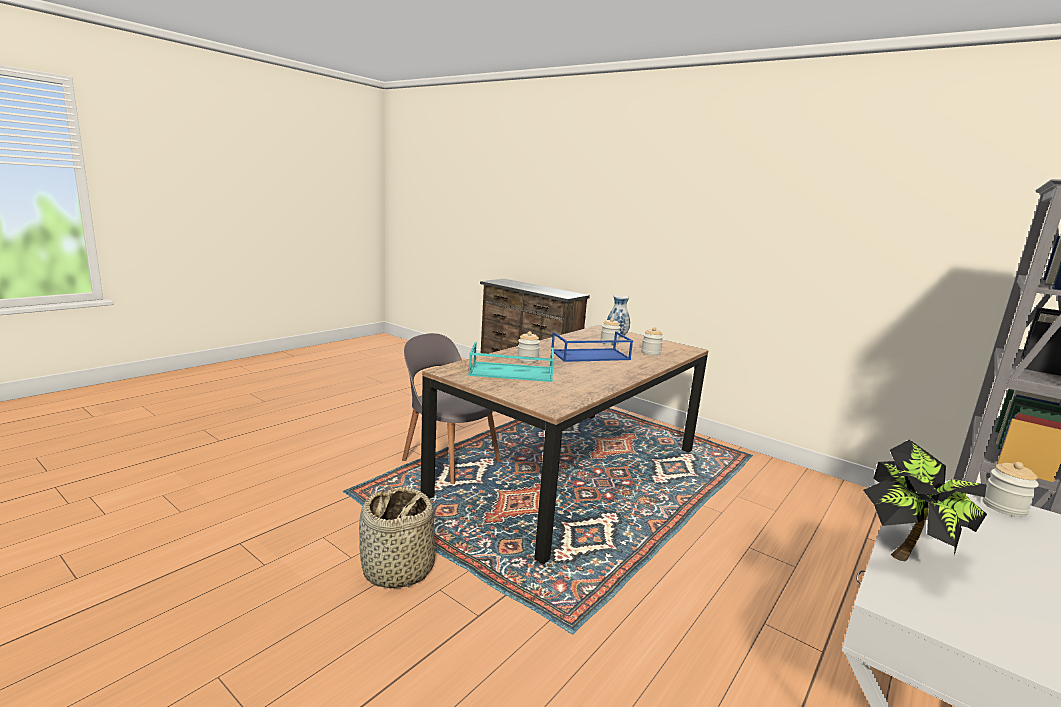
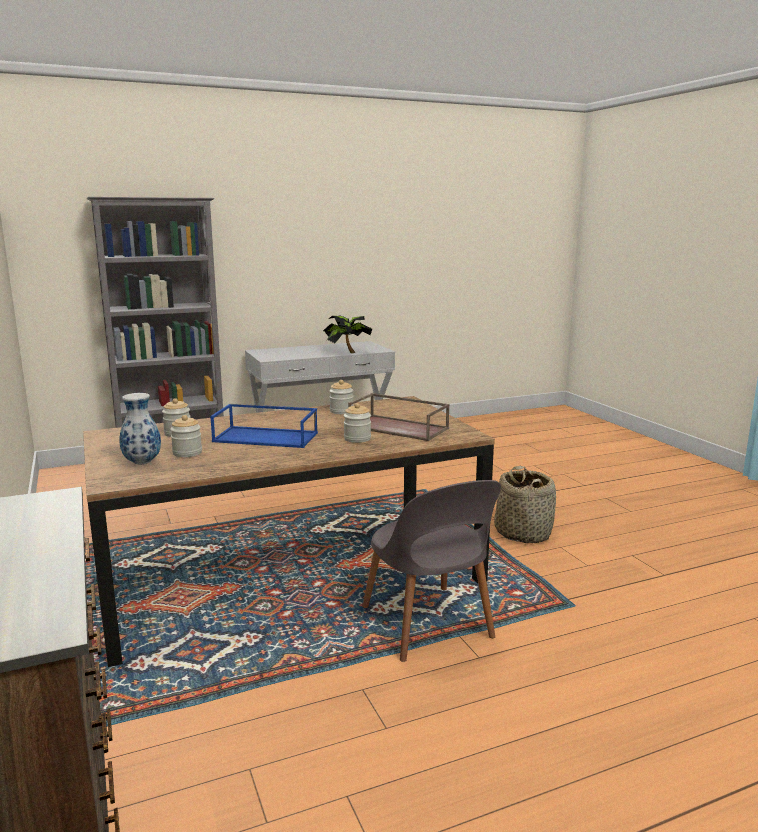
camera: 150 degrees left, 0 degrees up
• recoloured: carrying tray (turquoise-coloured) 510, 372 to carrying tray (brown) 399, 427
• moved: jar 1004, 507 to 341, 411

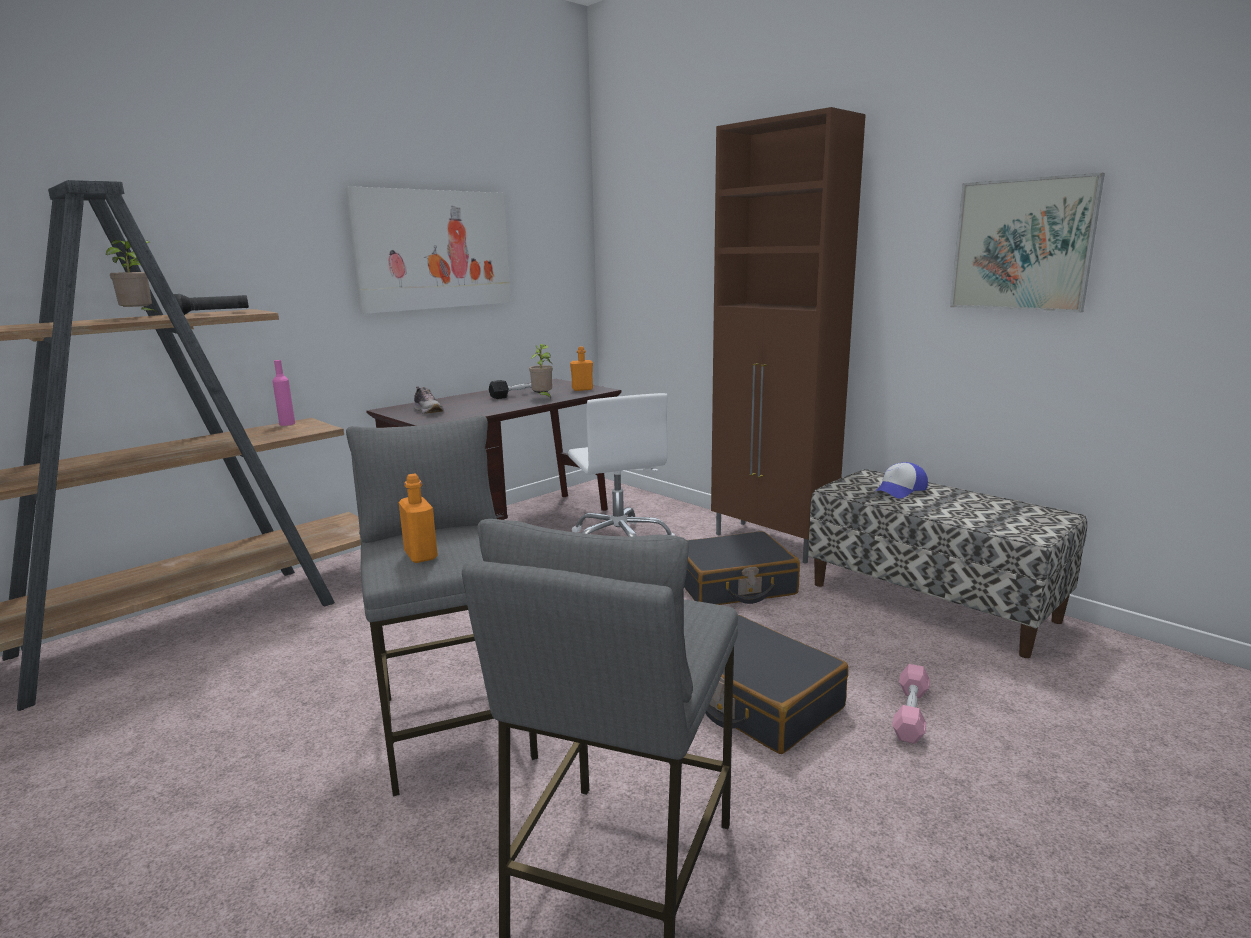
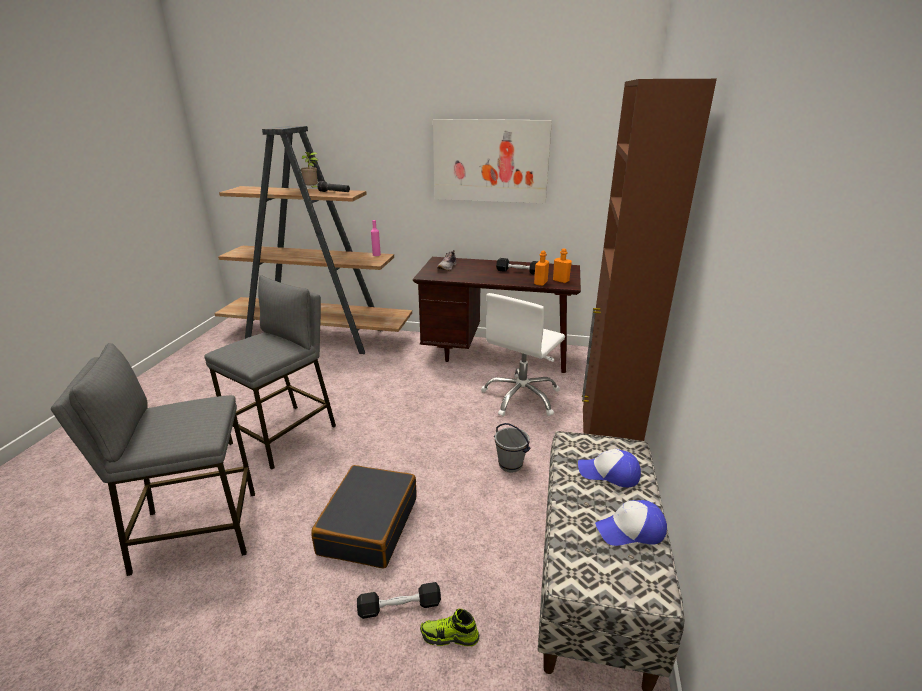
camera: 55 degrees right, 10 degrees up
• moved: drink bottle (orange-coloured) 421, 555 to 540, 283
• removed: potted plant 543, 398
• replaced: travel case (blackish) 733, 585 to water bucket (grey) 510, 465
• recoloured: hand weight (pink-coloured) 910, 713 to hand weight (blackish) 399, 607
• removed: picture 1022, 245
• added: shoe 449, 636
• added: baseball cap 631, 530

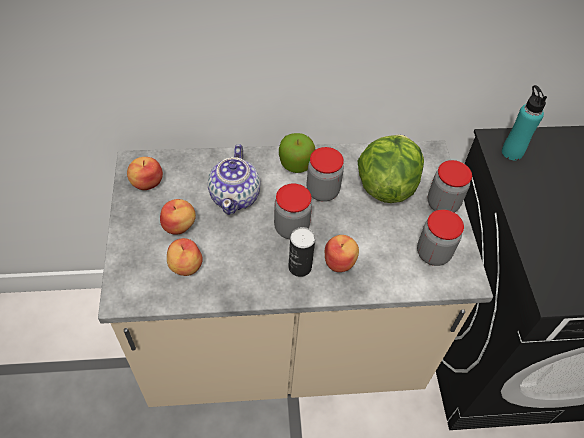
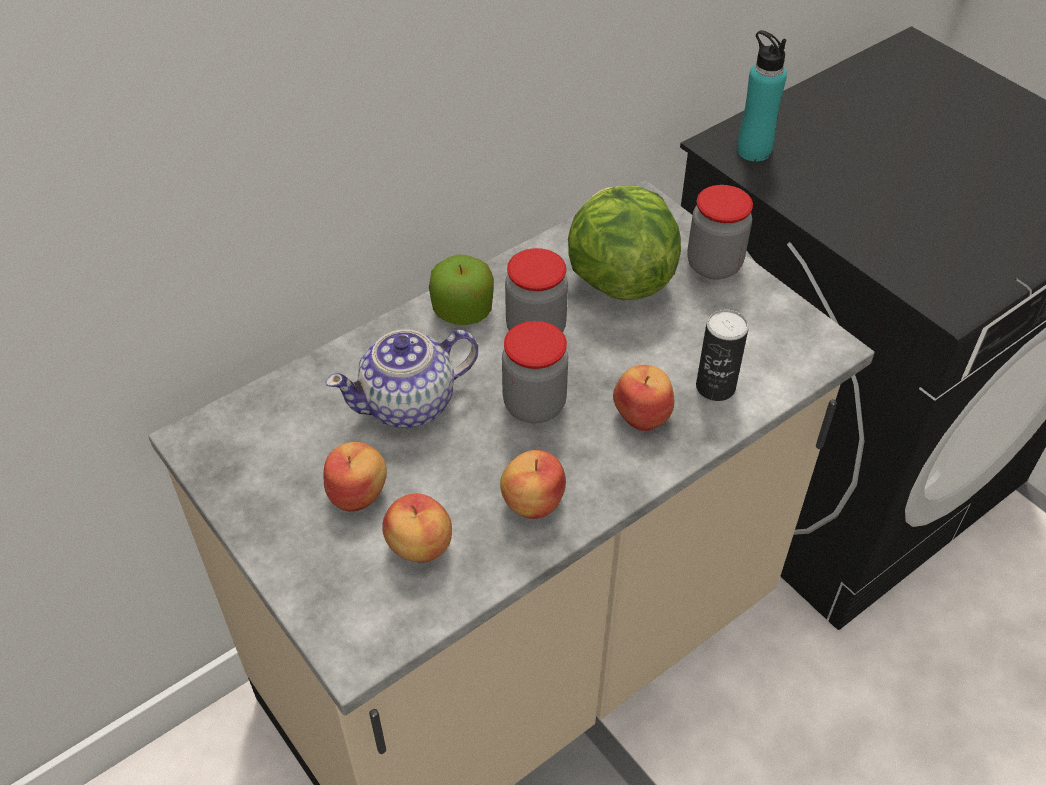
camera: 30 degrees left, 5 degrees down
• moved: apple fruit 147, 182 to 532, 501
• turned: tea pot 235, 196 = 410, 403 90 degrees clockwise
• moved: sealed can 300, 267 to 715, 387
• removed: jar 433, 253

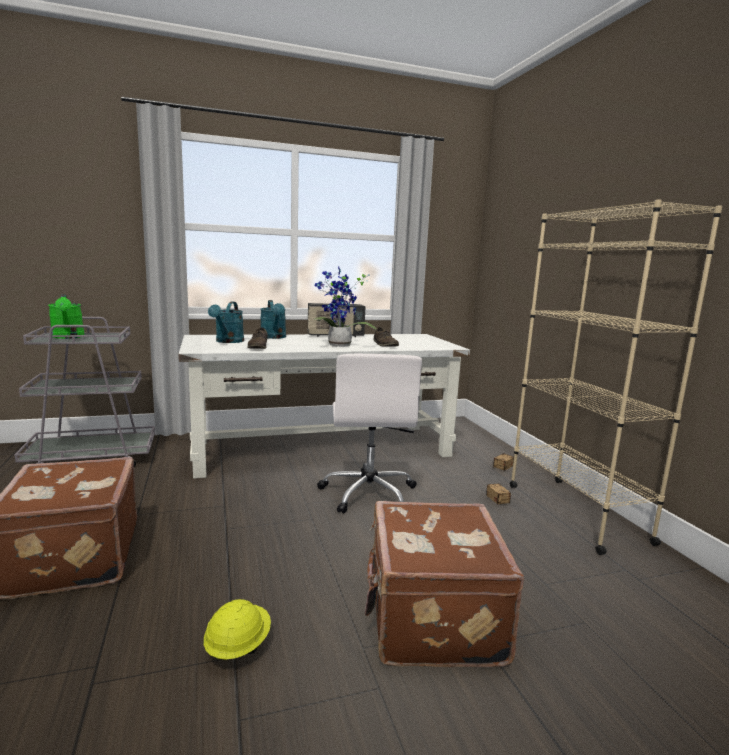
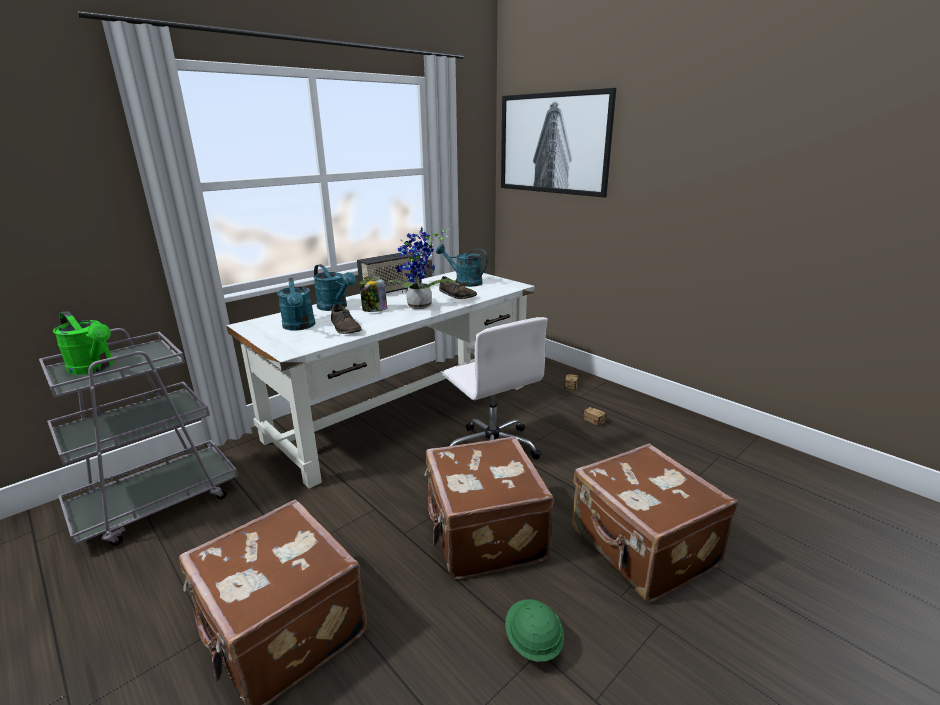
camera: 25 degrees left, 10 degrees up
• recoloured: safety helmet (yellow) 237, 646 to safety helmet (green-coloured) 533, 641
• removed: bookcase (beige-coloured) 575, 512
• added: jar 374, 310
• added: travel case (brown) 483, 534
• added: watering pot (turquoise-coloured) 464, 282
• added: picture 552, 143

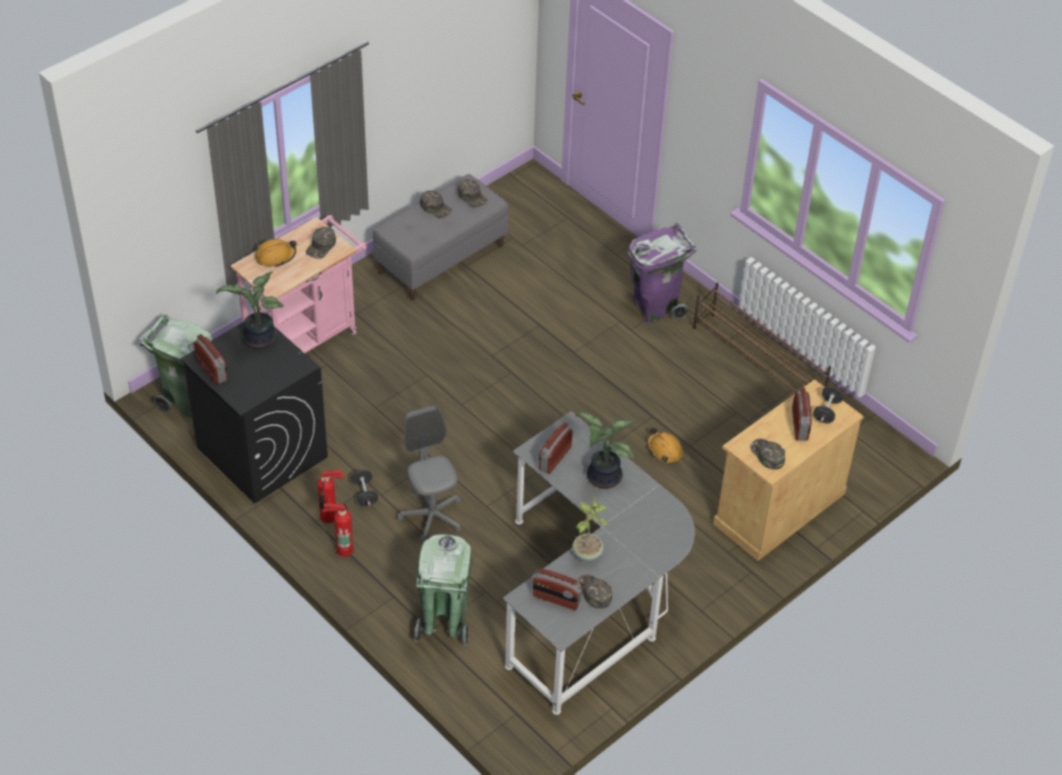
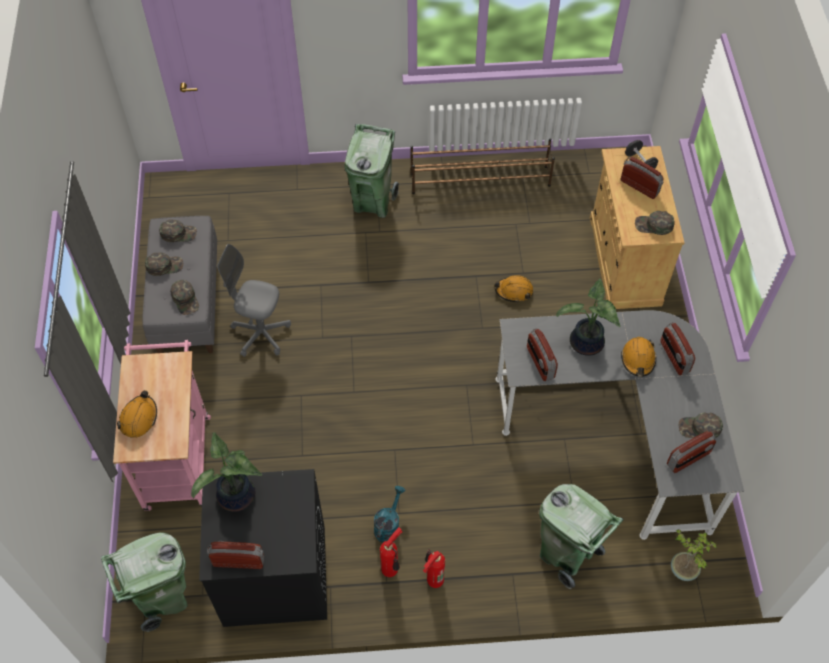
camera: 50 degrees left, 10 degrees up
• moved: baseball cap (green-coloured) 321, 246 to 185, 299
• replaced: hand weight (blackish) 364, 494 to watering pot (turquoise-coloured) 388, 525
• moved: computer chair (grey) 431, 517 to 261, 334
• moved: potted plant 588, 553 to 684, 569
• recoloured: waste bin (purple) 655, 308 to waste bin (green-coloured) 372, 202
• added: safety helmet (orange-coloured) 638, 359
• added: radio set 674, 357

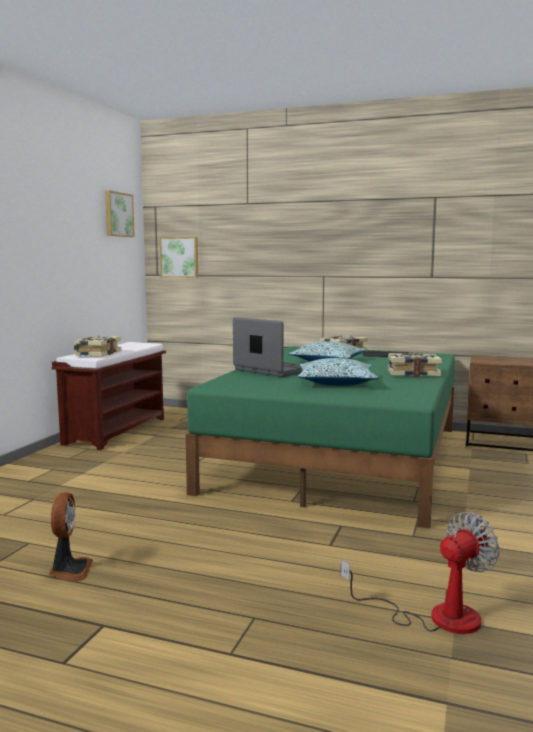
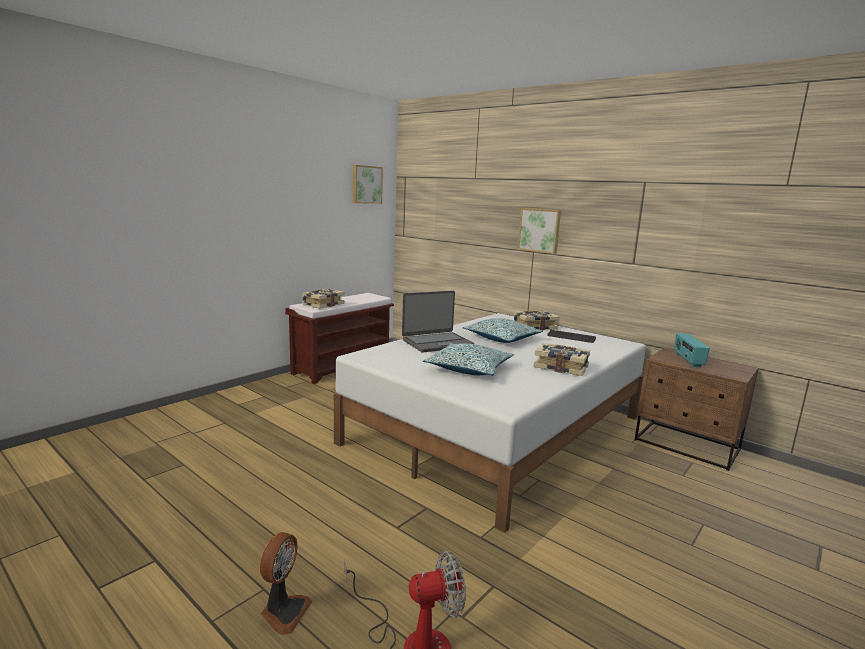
camera: 20 degrees right, 5 degrees up
• moved: cooling fan 69, 570 to 283, 612
• moved: picture 180, 257 to 539, 230
• recoloured: bed (green-coloured) 341, 458 to bed (white-coloured) 498, 430
• turned: laptop 272, 370 = 437, 343 90 degrees clockwise
• added: radio set 687, 360

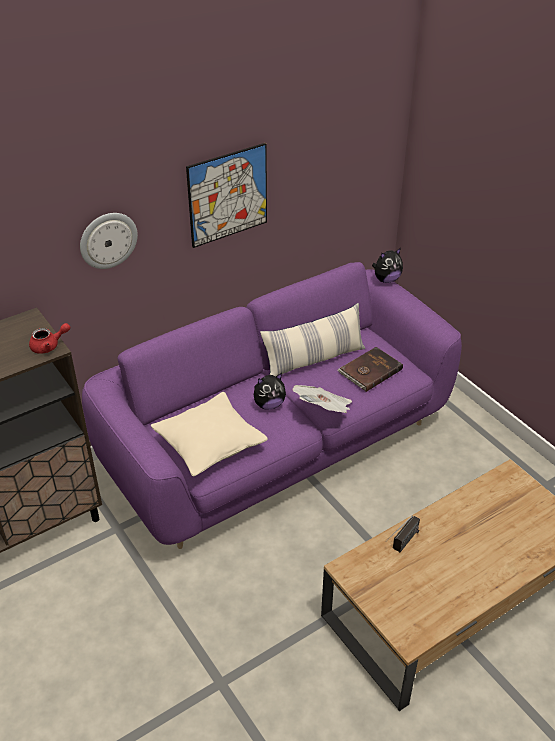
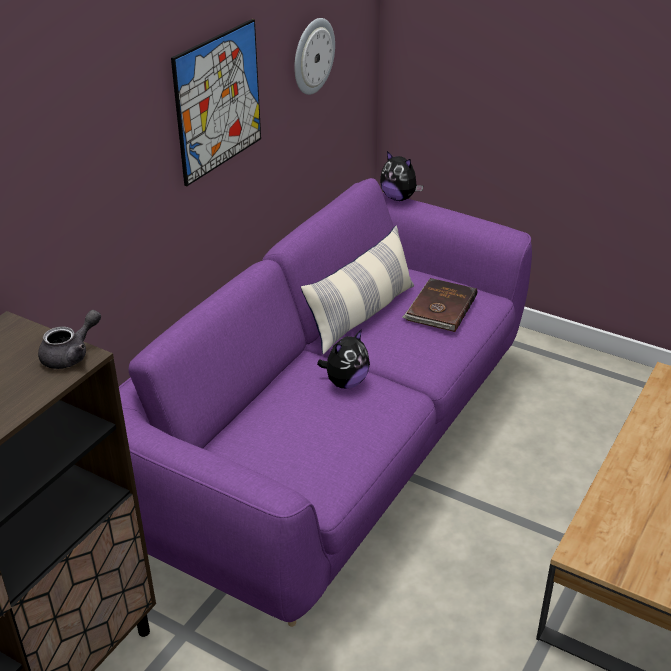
camera: 25 degrees left, 5 degrees down
• recoloured: tea pot (reddish) 49, 346 to tea pot (grey) 71, 355
• moved: clock on the wall 108, 240 to 312, 56
• removed: throw pillow (beige-coloured) 210, 443
• removed: printed paper 324, 410
• turned: cuddly toy 386, 280 = 399, 198 90 degrees clockwise
• removed: radio set 401, 546

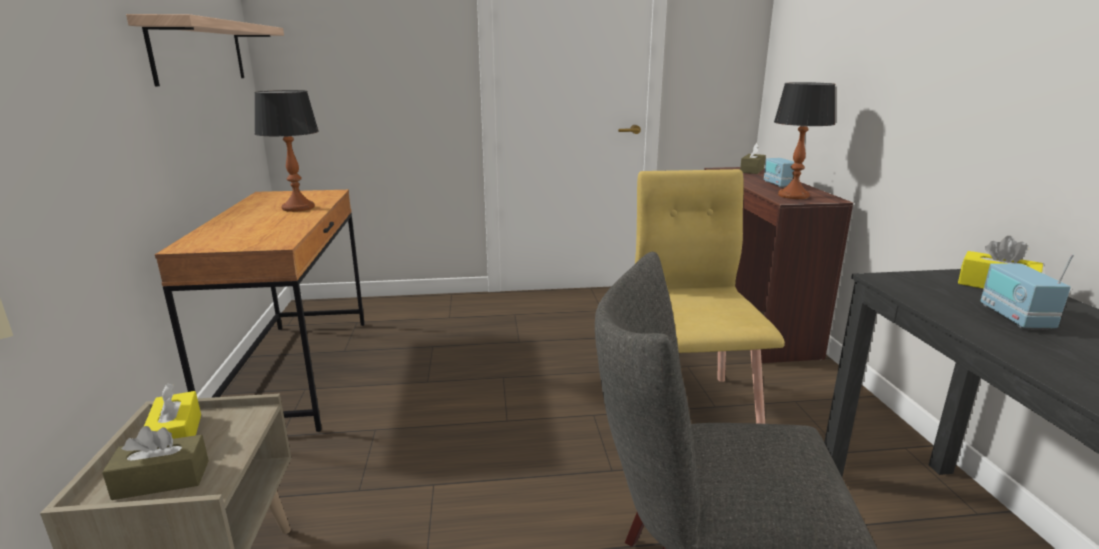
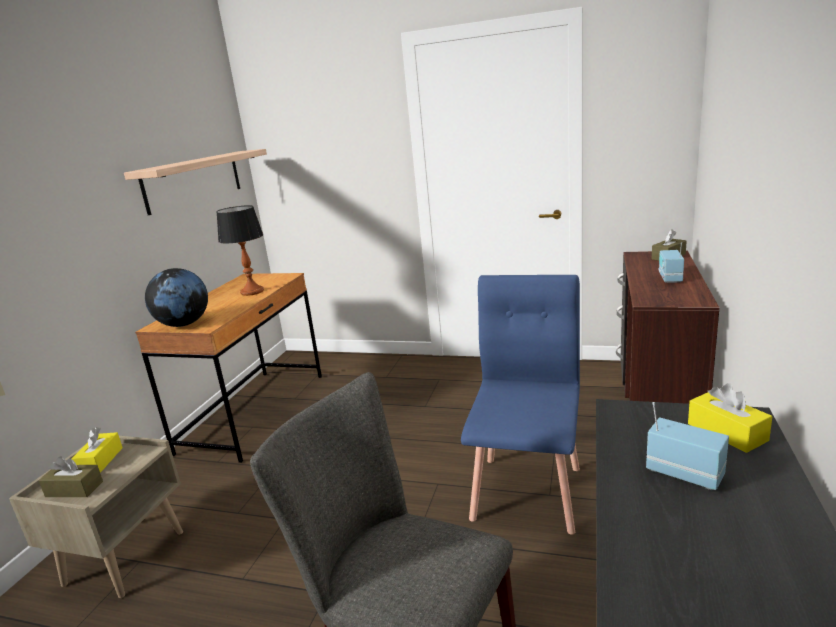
camera: 25 degrees right, 0 degrees up
• recoloured: plain chair (yellow) 692, 407 to plain chair (blue) 528, 492
• removed: table lamp 793, 195
• turned: radio set 1014, 317 = 684, 473 105 degrees clockwise
• added: desk globe 183, 324

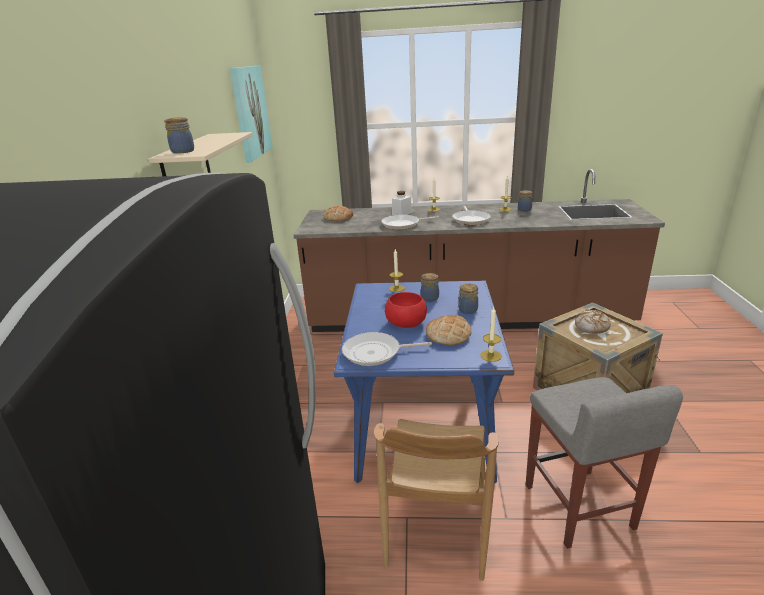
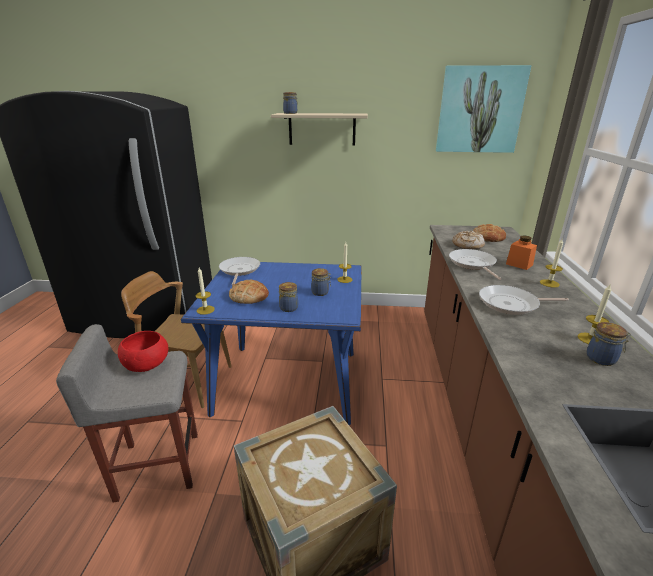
camera: 90 degrees right, 0 degrees up
• moved: serving bowl (reddish) 406, 323 to 146, 364
• recoloured: jar (white-coloured) 401, 213 to jar (orange-coloured) 519, 264
• moved: bread 591, 326 to 467, 245

